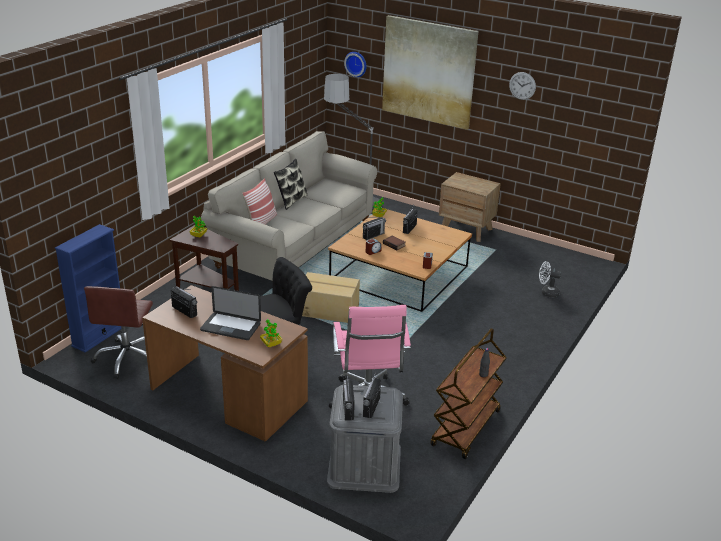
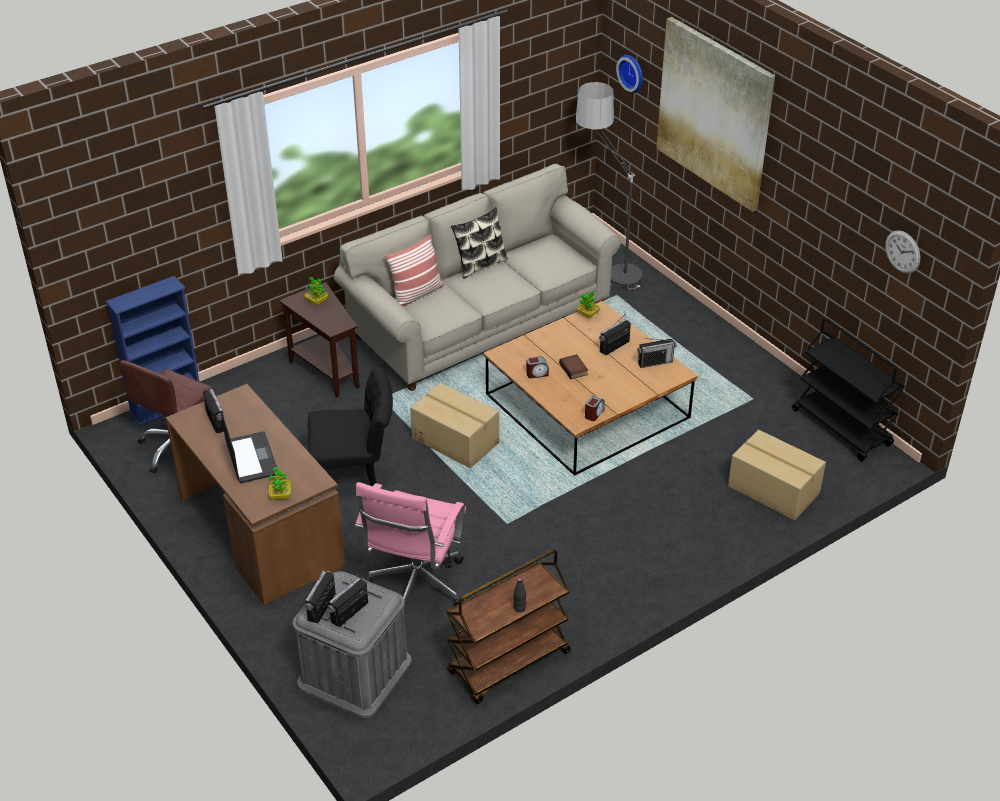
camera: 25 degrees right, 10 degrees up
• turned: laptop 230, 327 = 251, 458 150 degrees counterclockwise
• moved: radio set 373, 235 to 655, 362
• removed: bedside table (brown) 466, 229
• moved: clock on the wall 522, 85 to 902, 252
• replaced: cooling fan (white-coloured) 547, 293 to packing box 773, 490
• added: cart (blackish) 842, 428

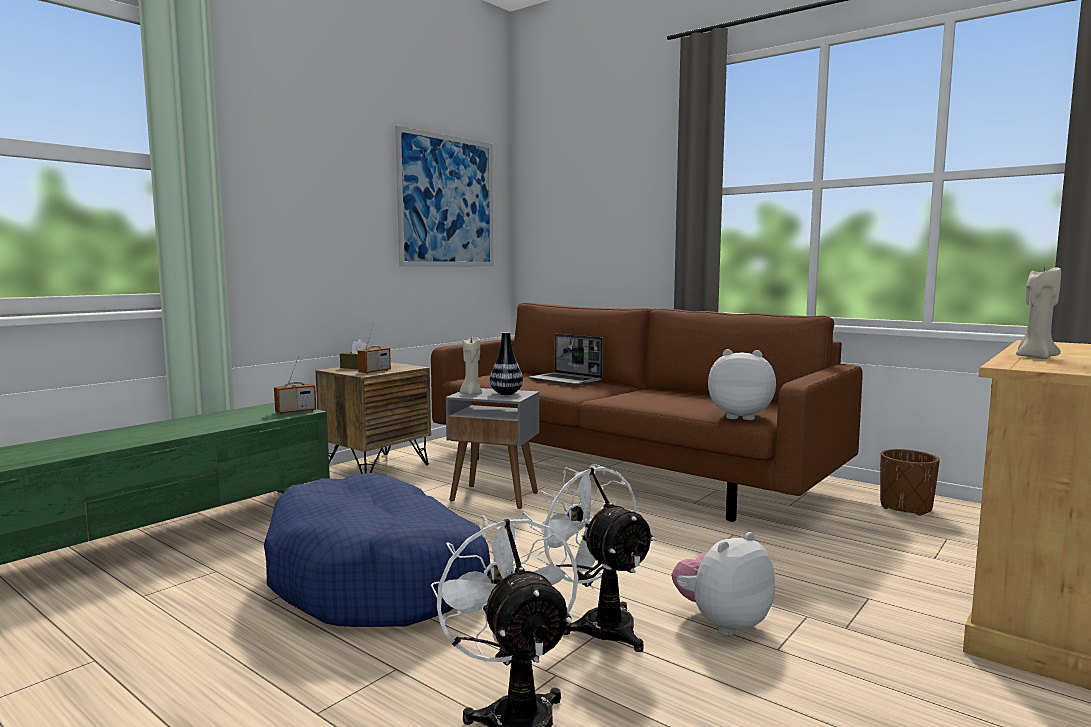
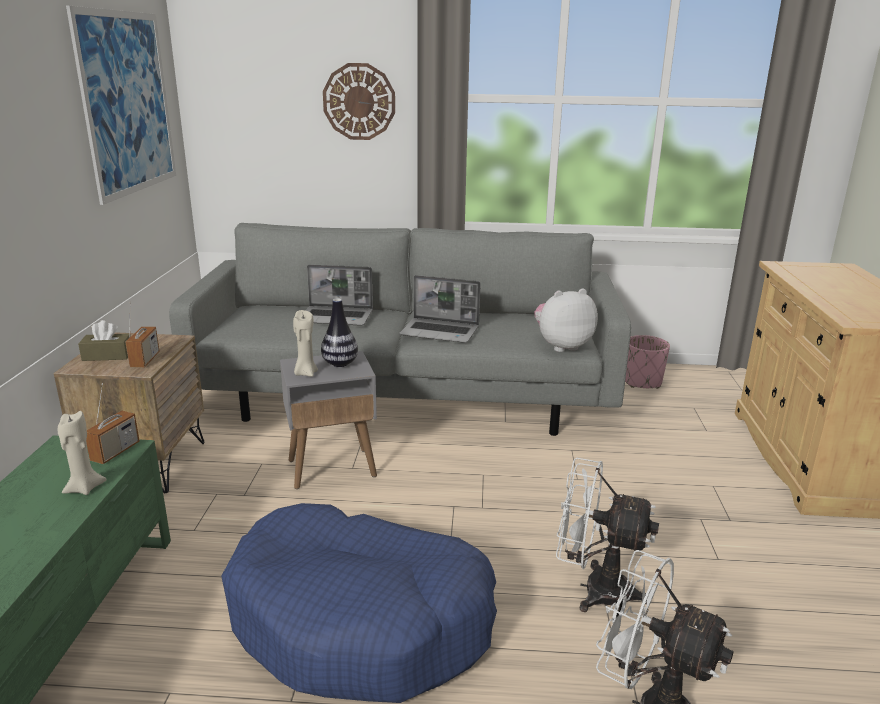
camera: 35 degrees left, 15 degrees up
• recoloured: sofa (brown) 622, 470 to sofa (grey) 405, 396
• removed: cuddly toy 722, 623
• recoloured: planter (brown) 906, 507 to planter (pink-coloured) 642, 382
• moved: candle (beige-coloured) 1035, 357 to 84, 488
• added: clock on the wall 359, 102
• added: laptop 441, 332

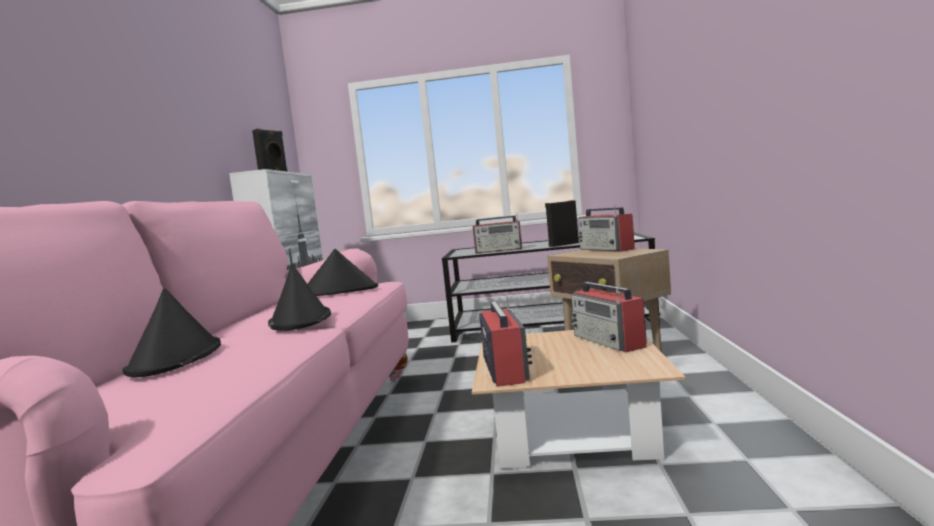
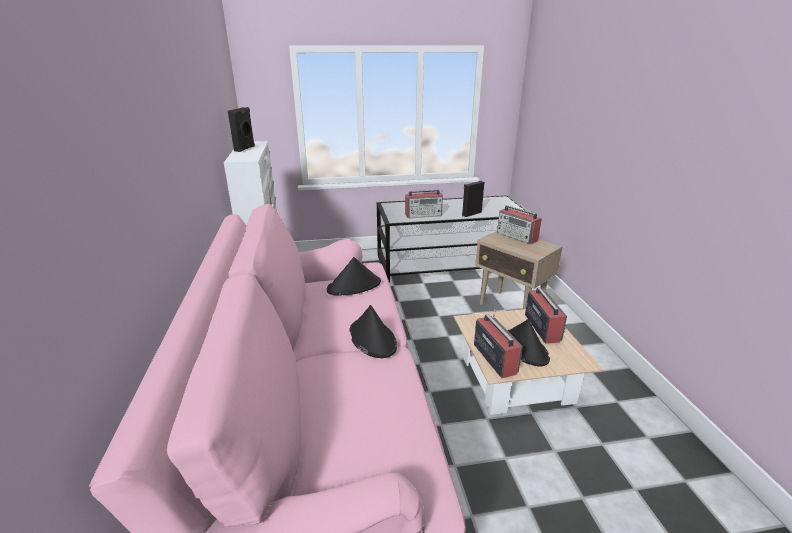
camera: 15 degrees left, 20 degrees up
• moved: hat (blackish) 176, 359 to 524, 348
• turned: radio set 609, 341 = 542, 327 150 degrees counterclockwise

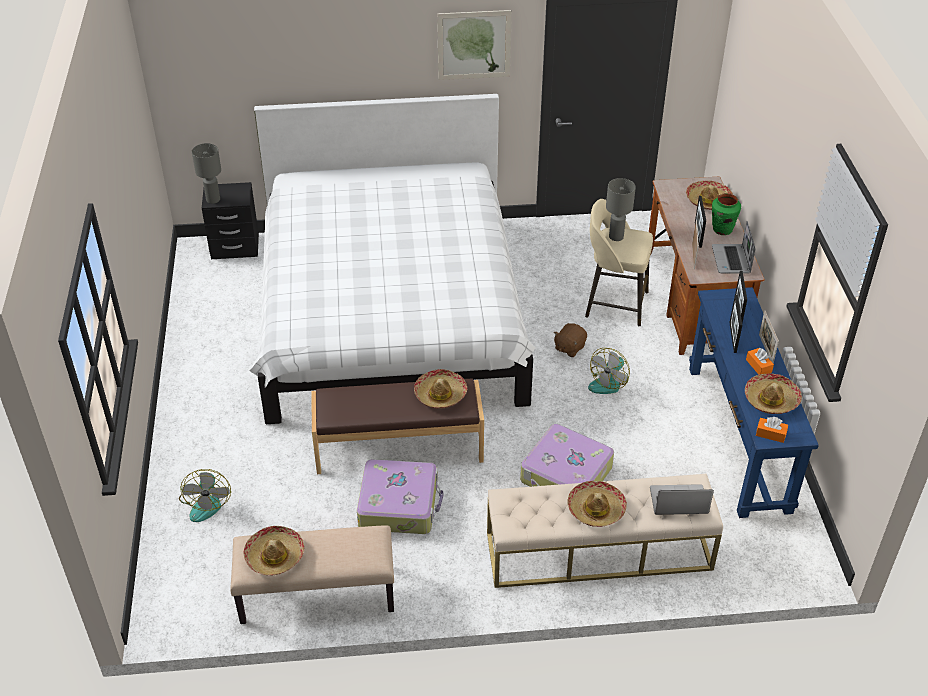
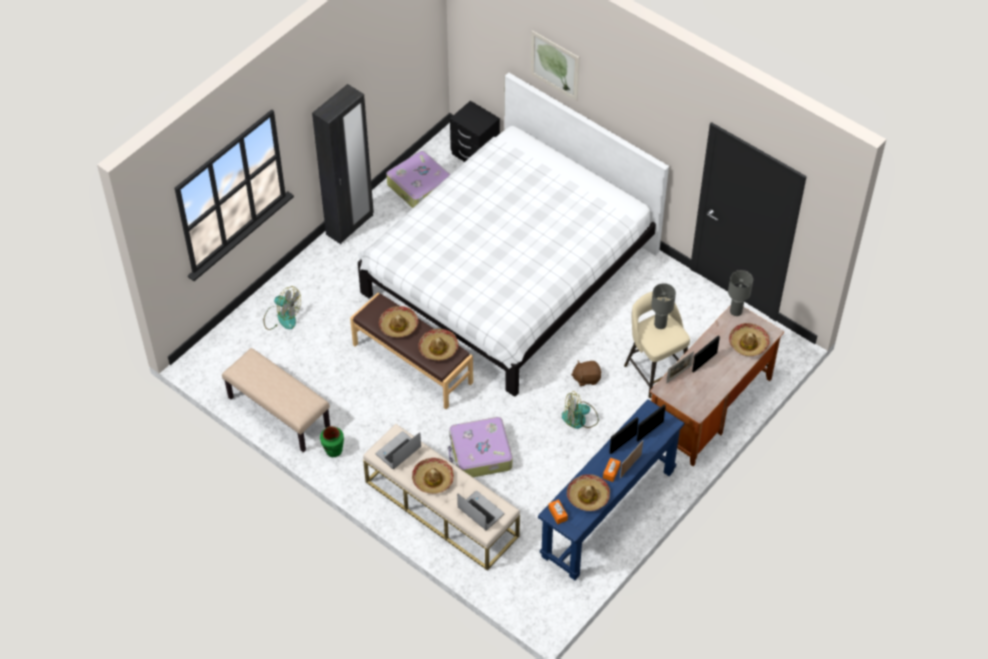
camera: 45 degrees right, 10 degrees up
• turned: cooling fan 206, 503 = 282, 317 105 degrees counterclockwise
• moved: table lamp (grey) 213, 199 to 736, 311
• moved: hat 275, 556 to 398, 325
• moved: travel case 399, 504 to 420, 186
• moved: picture 474, 45 to 555, 65
• moved: flower vase (green-coloured) 722, 230 to 333, 450
• moved: laptop 731, 260 to 398, 452
• added: clothes cupboard (blackish) 350, 225

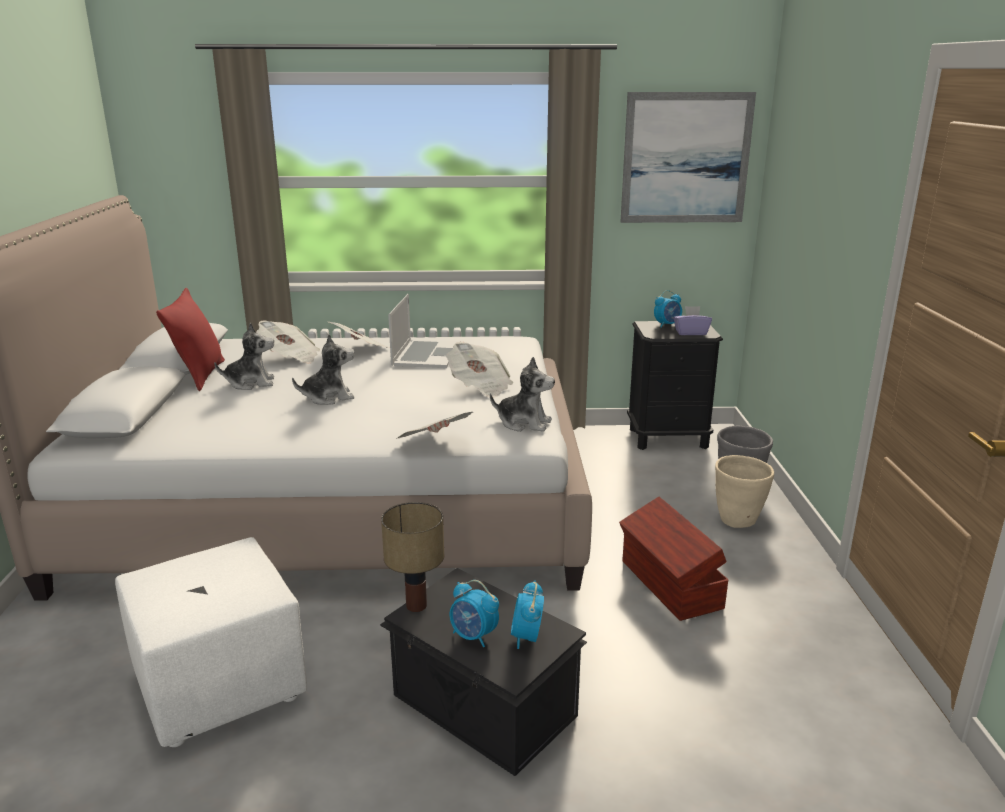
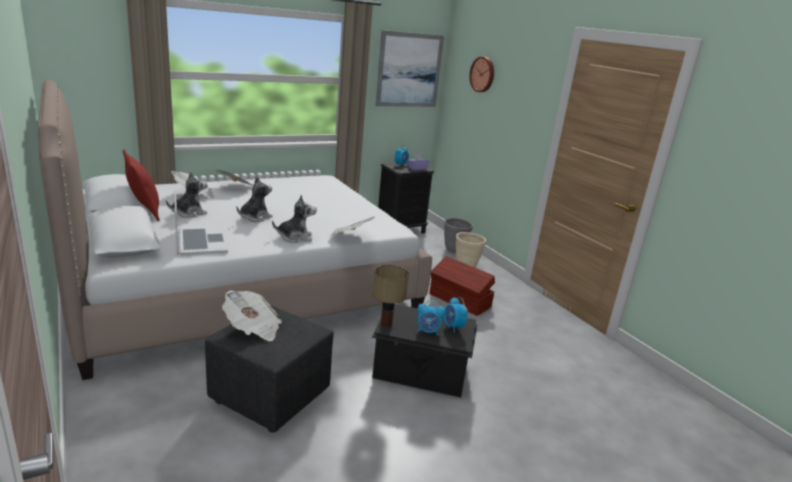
camera: 30 degrees left, 0 degrees up
• recoloured: pouffe (white-coloured) 221, 685 to pouffe (blackish) 270, 396
• moved: laptop 426, 354 to 200, 241
• moved: printed paper 480, 386 to 253, 328
• moved: cuddly toy 524, 423 to 295, 237
• added: clock on the wall 483, 74

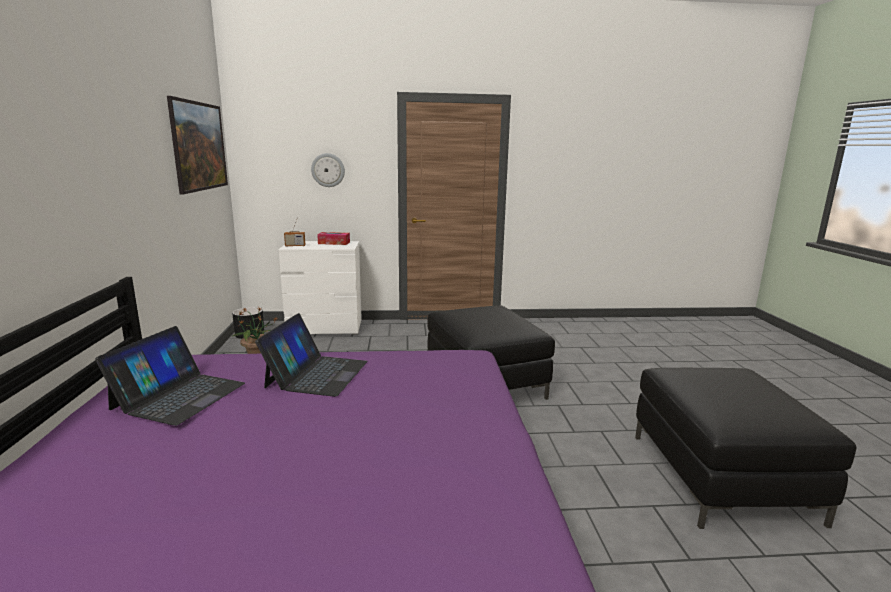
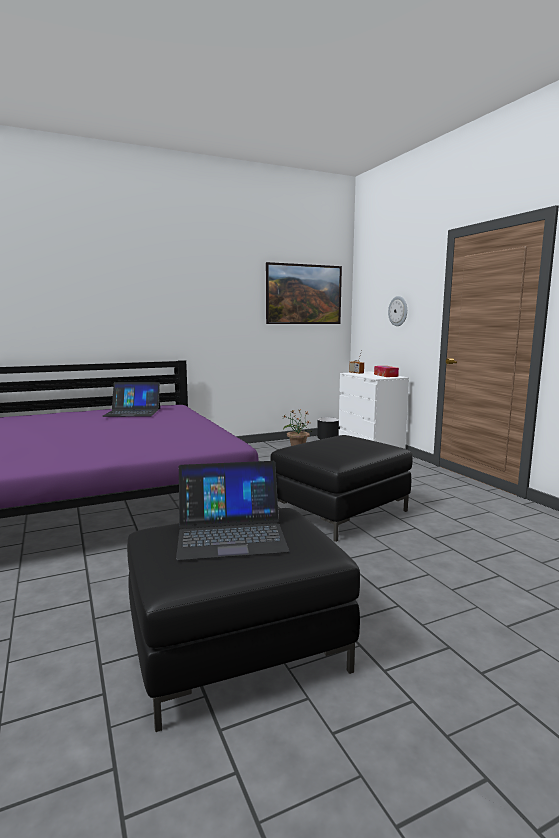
camera: 70 degrees right, 5 degrees down
• moved: laptop 316, 374 to 231, 534

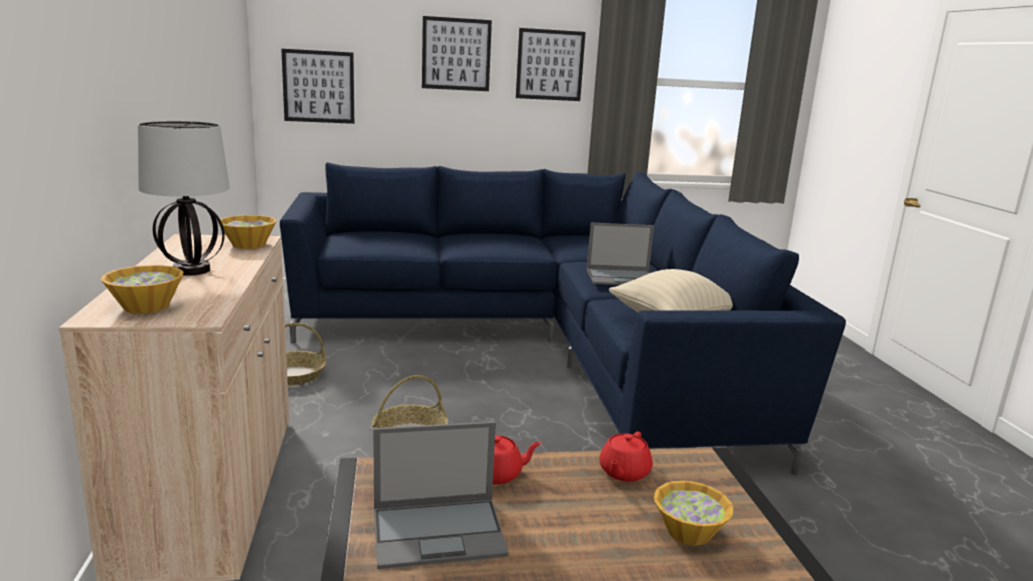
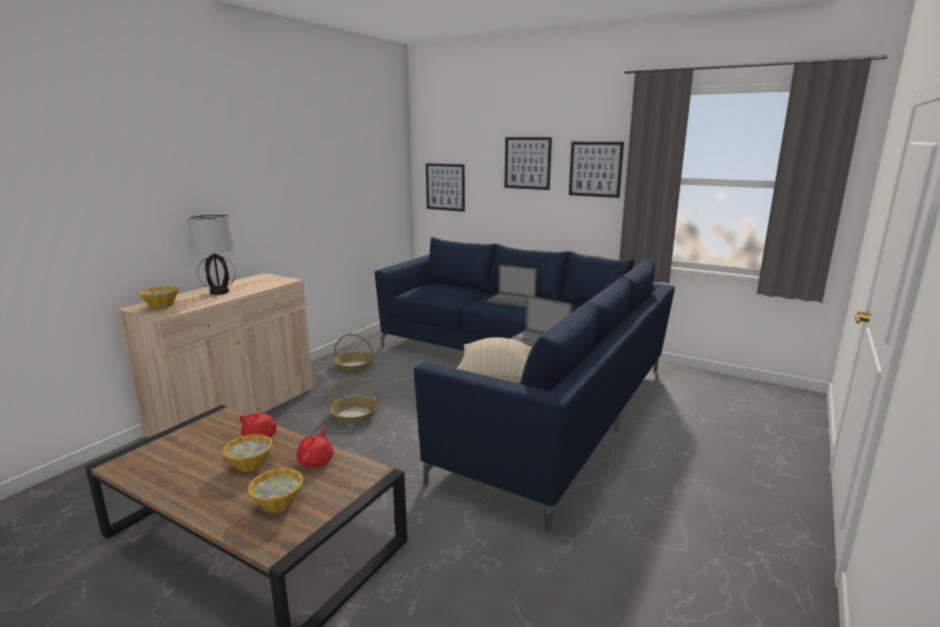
camera: 40 degrees right, 0 degrees up
• moved: serving bowl 248, 244 to 250, 464
• moved: laptop 440, 532 to 512, 300
• turned: tea pot (reddish) 623, 472 = 316, 460 120 degrees clockwise

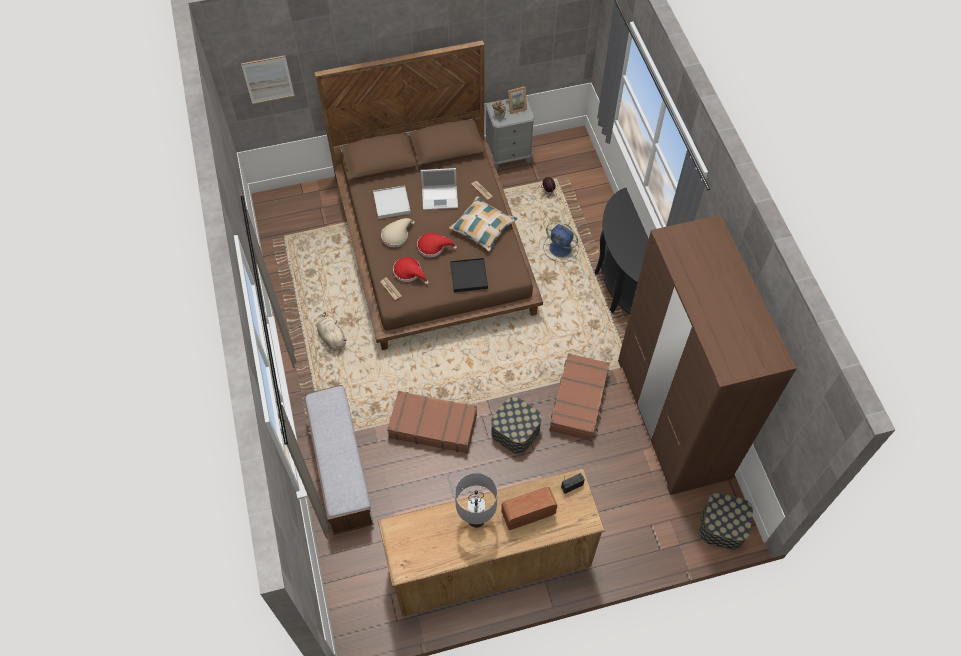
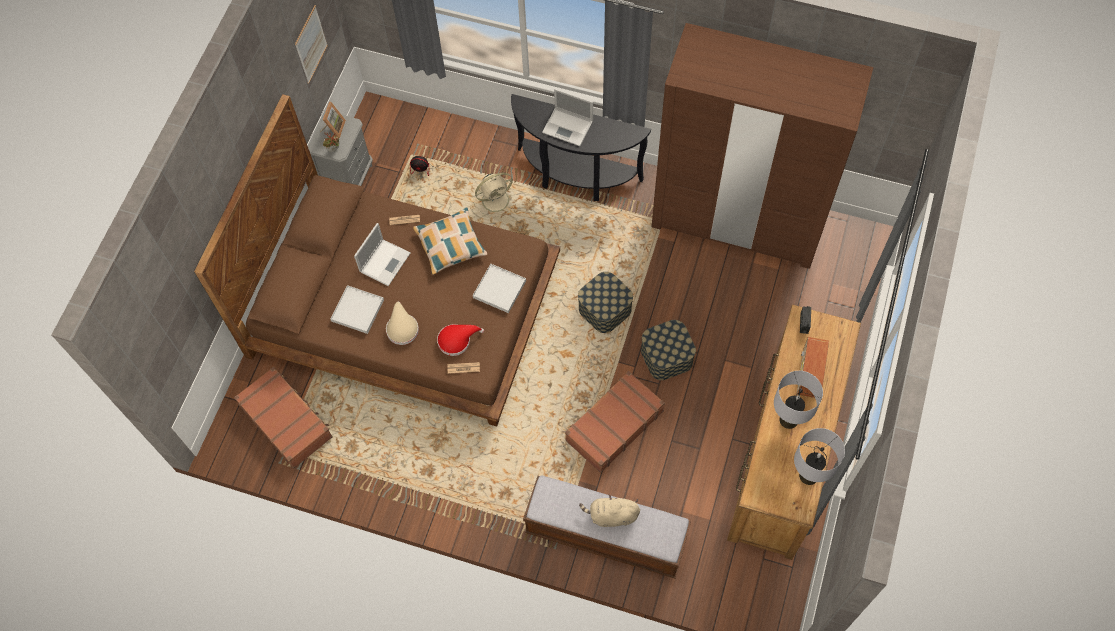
camera: 55 degrees left, 5 degrees up
• moved: picture 268, 79 to 311, 44
• moved: cuddly toy (beige-coloured) 332, 338 to 611, 515
• removed: hat (reddish) 433, 247
• recoloured: carrying tray (blackish) 468, 276 to carrying tray (white-coloured) 499, 289
• recoloured: cooling fan (blue) 561, 249 to cooling fan (beige-coloured) 496, 199
• moved: travel case (brown) 579, 401 to 286, 421
• moved: storage box 722, 526 to 605, 309
• added: laptop 568, 127
• added: table lamp (grey) 808, 475

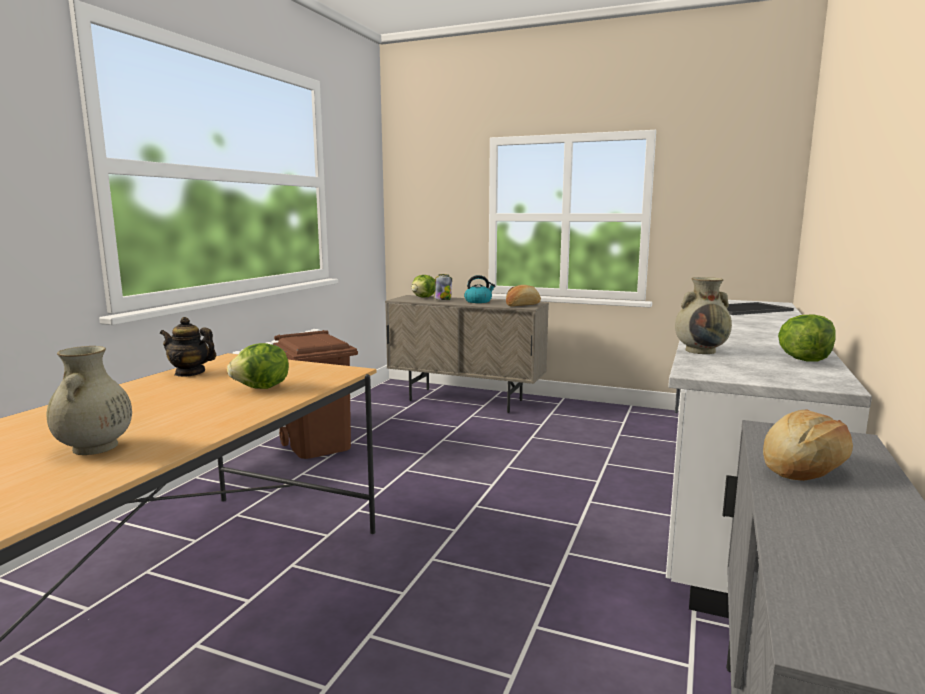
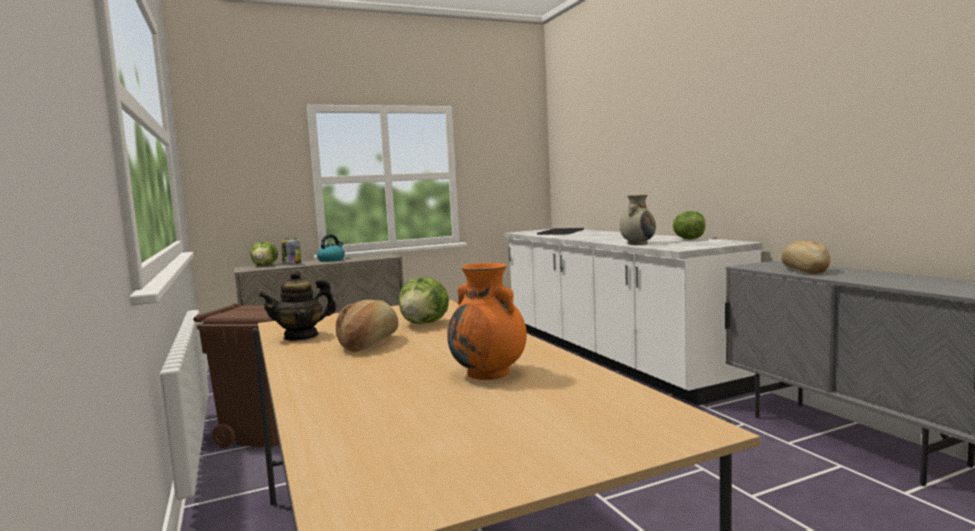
camera: 45 degrees left, 5 degrees down
• recoloured: flower vase (beige-coloured) 95, 448 to flower vase (orange-coloured) 489, 373
• moved: bread 522, 305 to 369, 343

